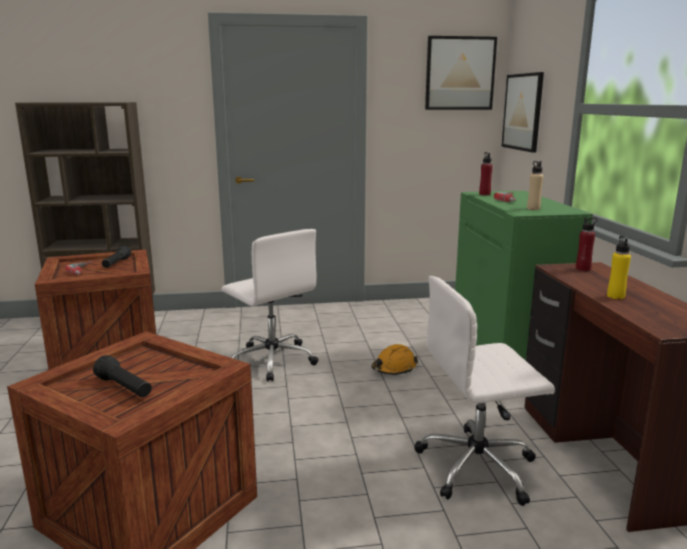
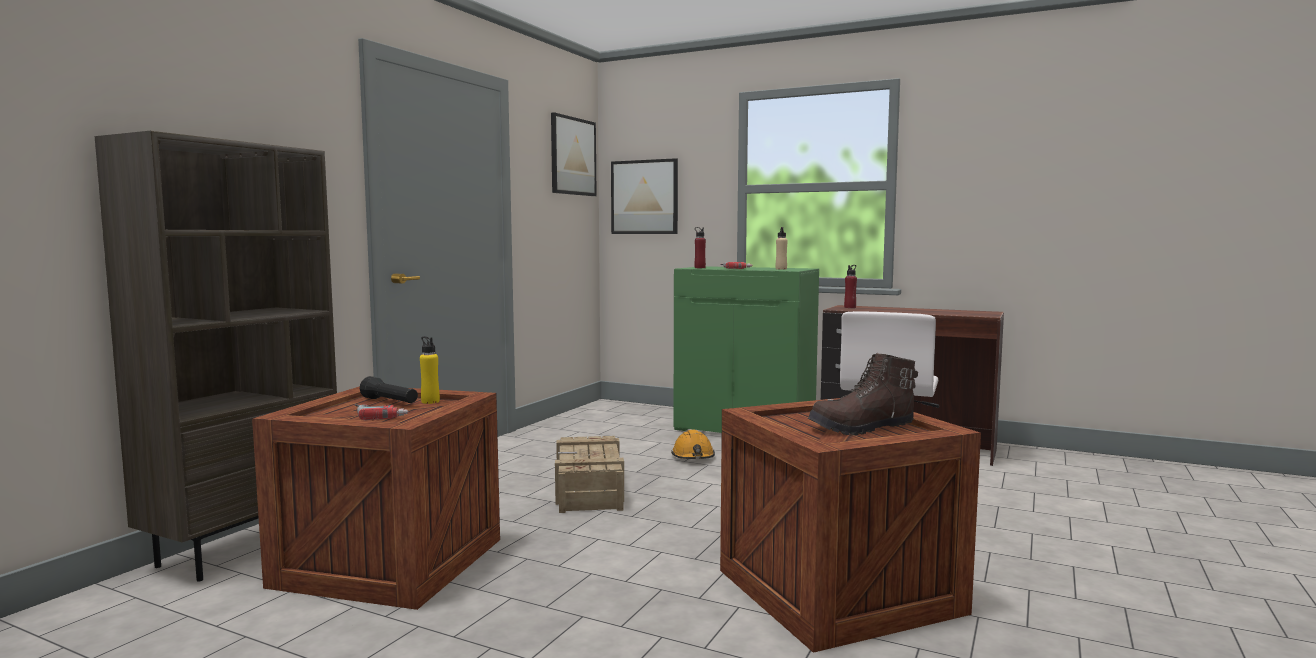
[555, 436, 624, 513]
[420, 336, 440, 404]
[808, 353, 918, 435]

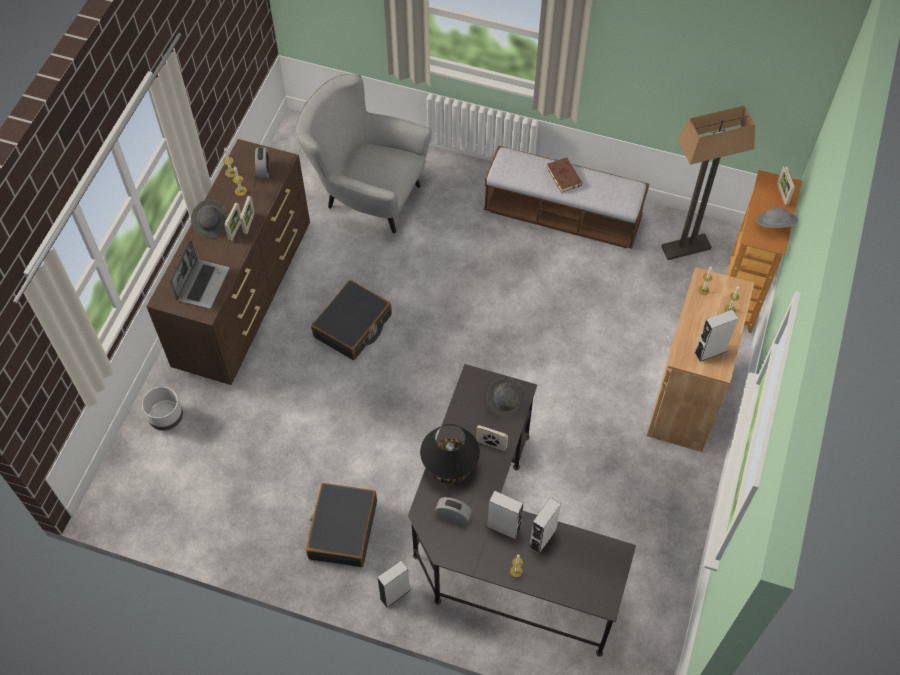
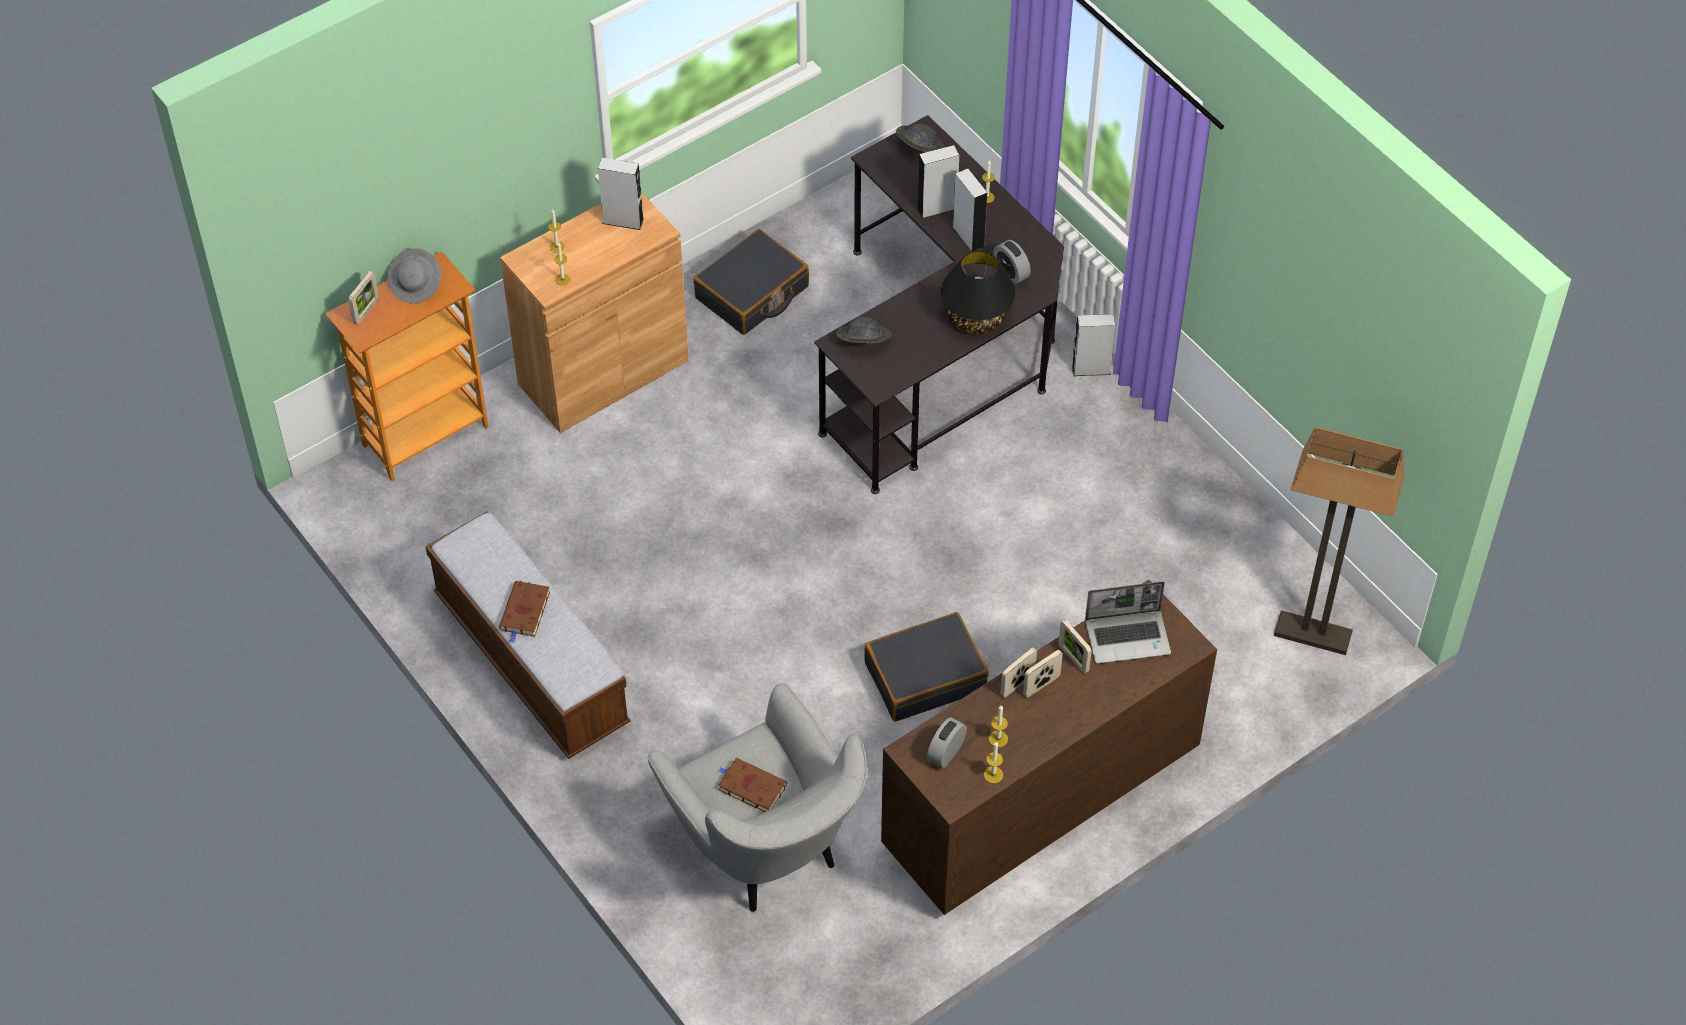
[1274, 427, 1404, 655]
[896, 124, 944, 152]
[1085, 581, 1171, 664]
[142, 387, 183, 431] (first image)
[1058, 619, 1092, 674]
[693, 229, 809, 335]
[718, 758, 787, 812]

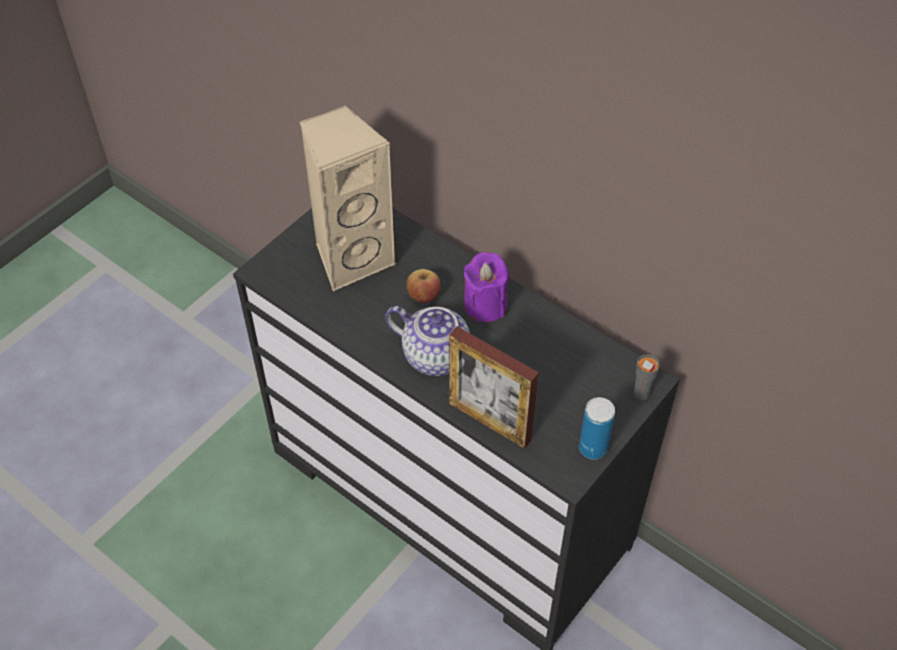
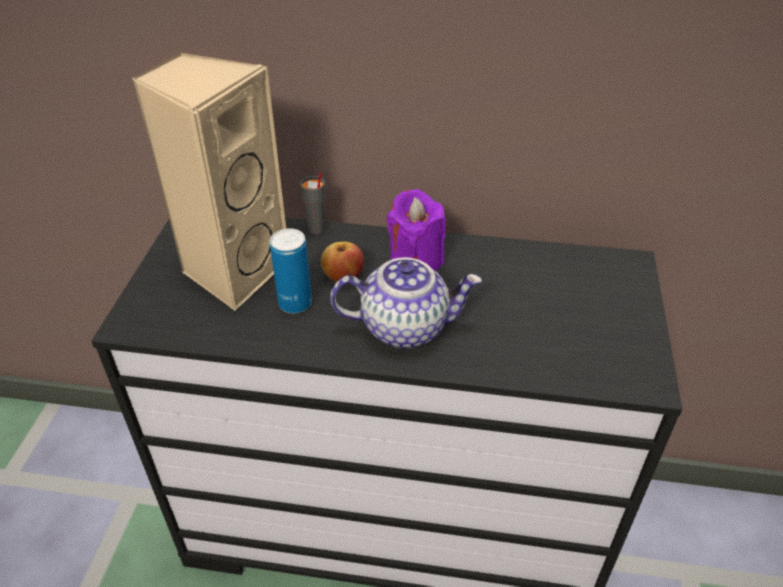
[449, 326, 539, 449] (first image)
[300, 173, 325, 234]
[270, 228, 312, 313]

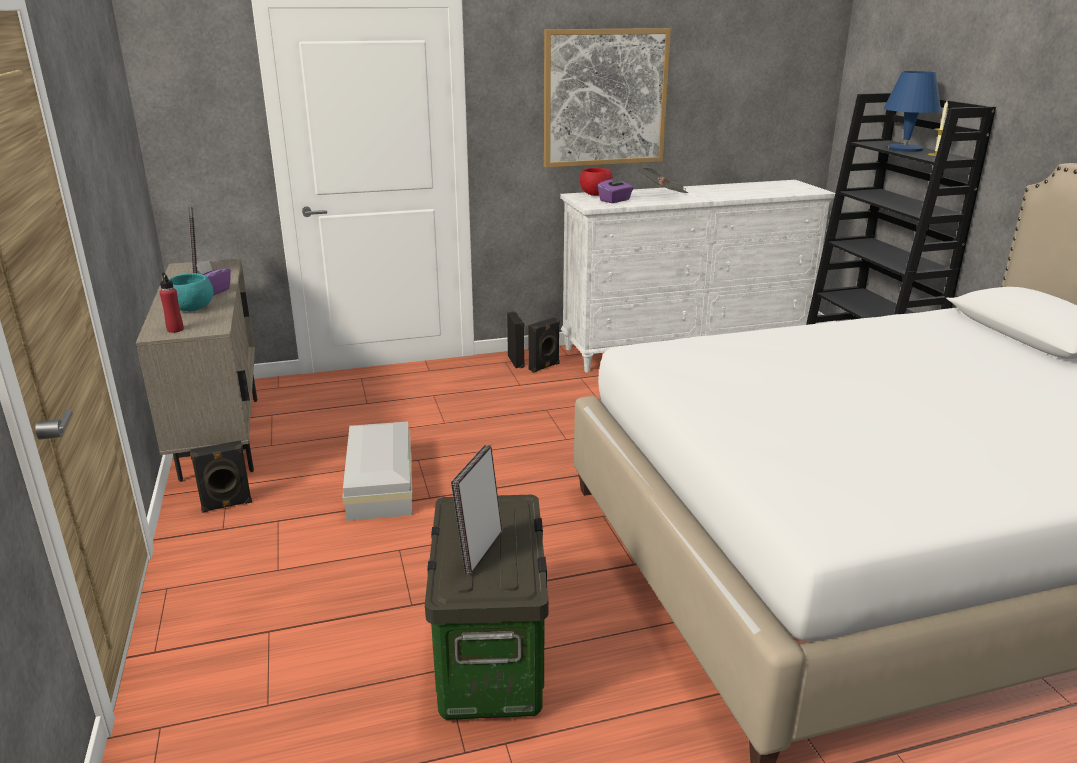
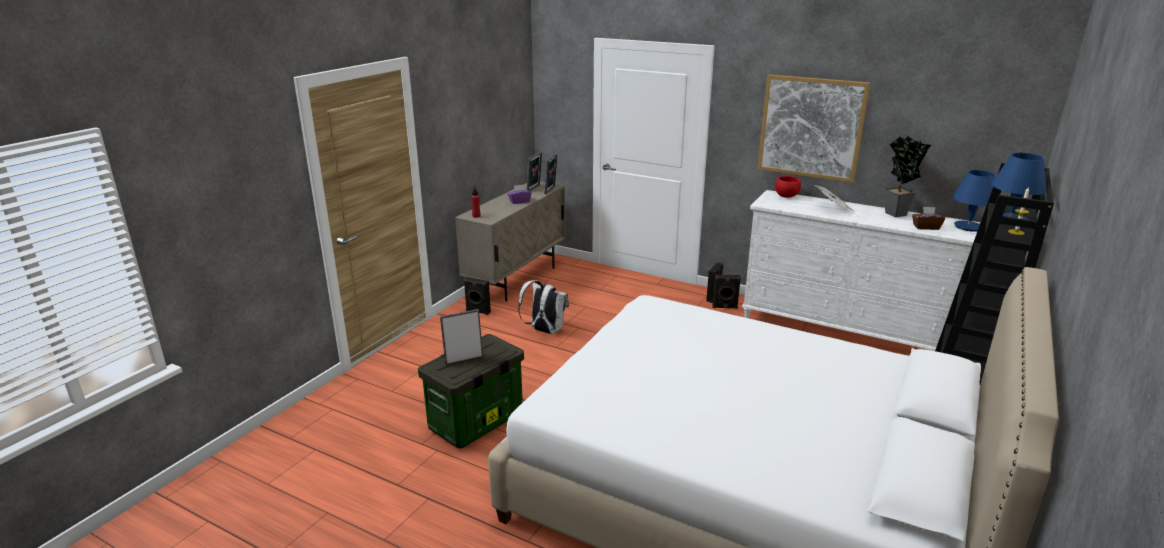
[598, 175, 633, 203] (first image)
[169, 273, 213, 311] (first image)
[518, 280, 569, 334]
[885, 136, 931, 217]
[544, 154, 557, 194]
[953, 170, 995, 232]
[912, 207, 945, 230]

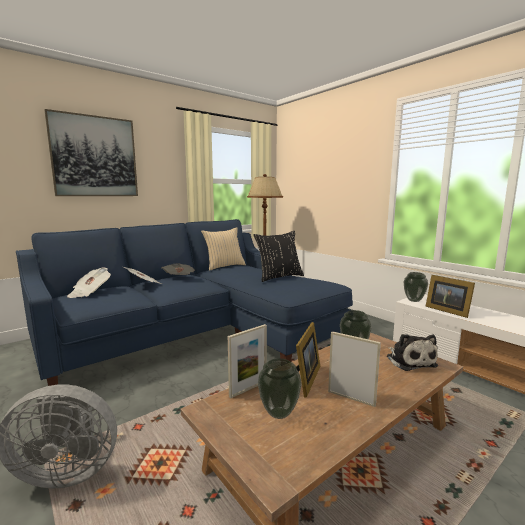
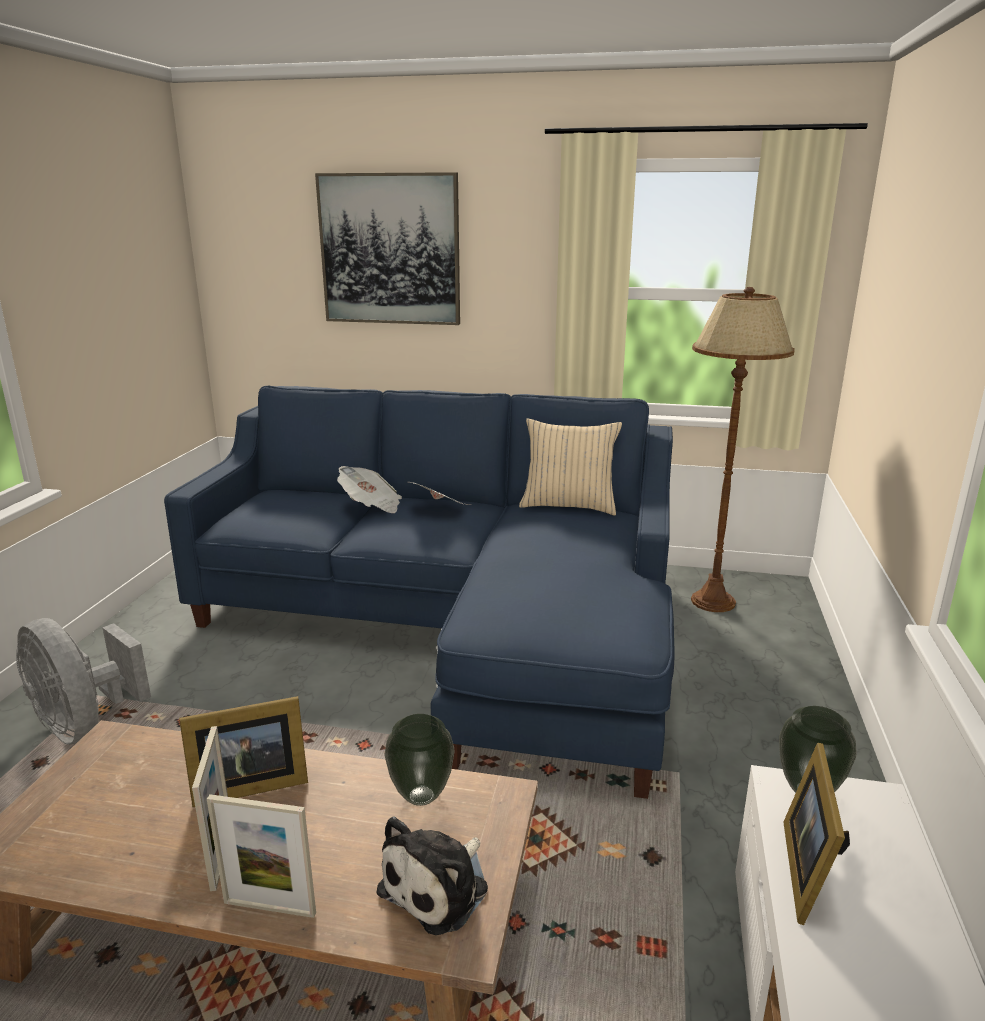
[253, 231, 304, 282] (first image)
[67, 267, 111, 298] (first image)
[207, 794, 316, 918]
[258, 358, 302, 419] (first image)

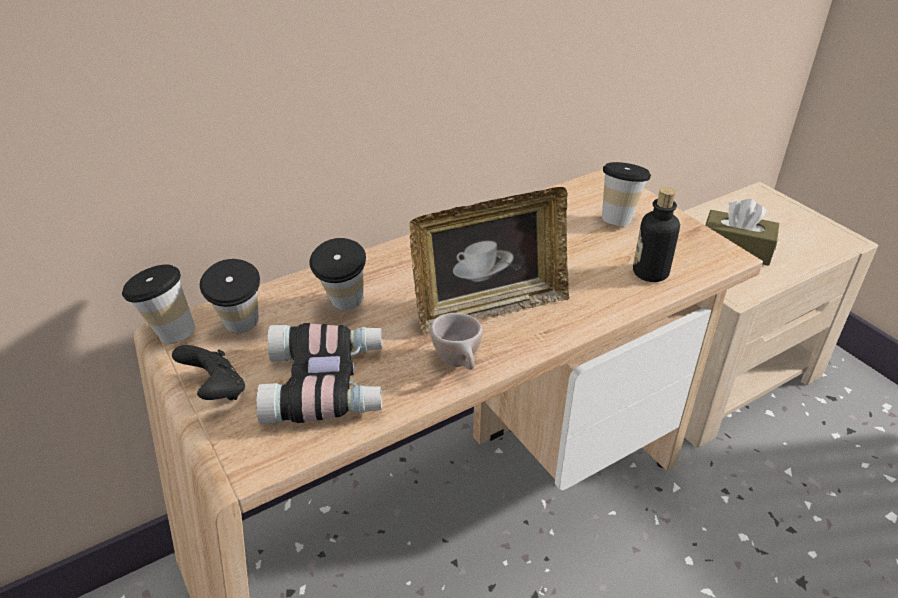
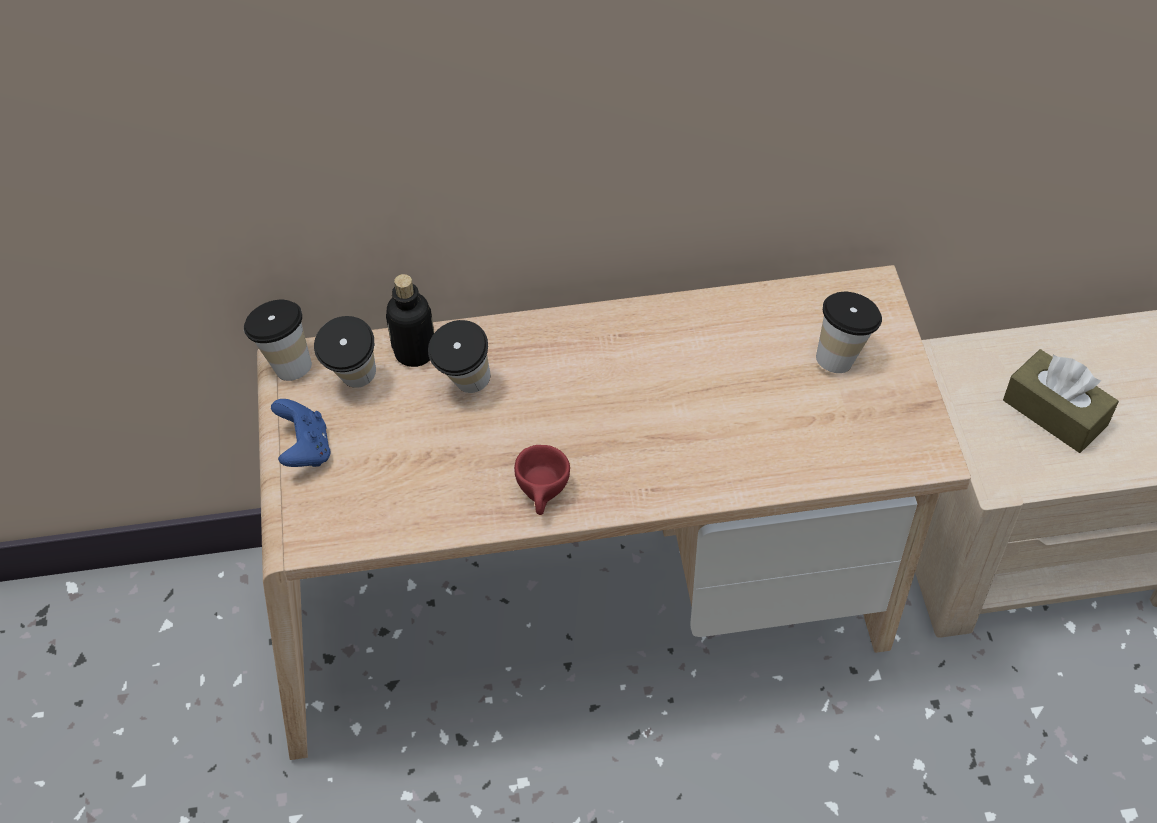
[410, 187, 569, 333] (first image)
[386, 274, 434, 367]
[514, 445, 570, 515]
[256, 323, 382, 424] (first image)
[271, 399, 331, 467]

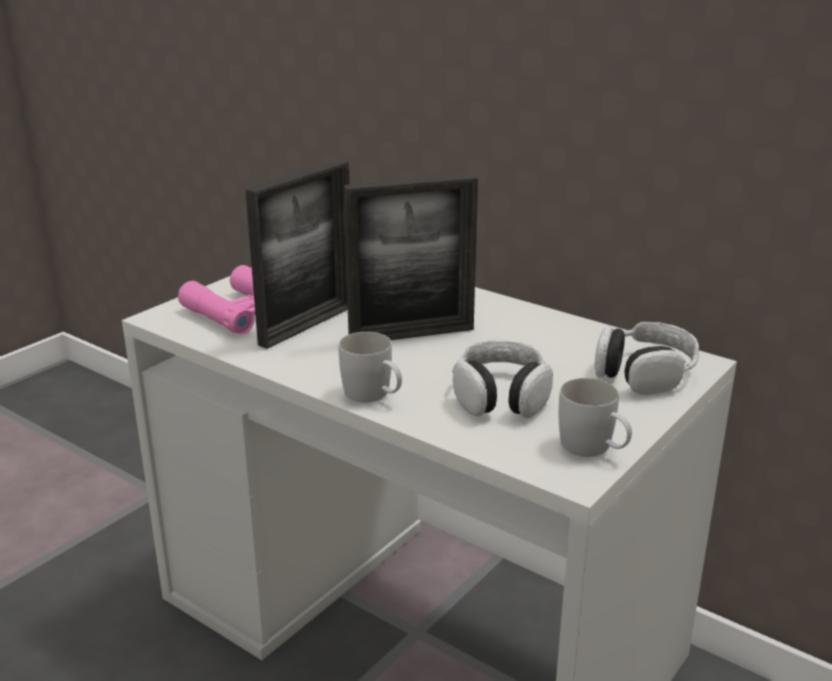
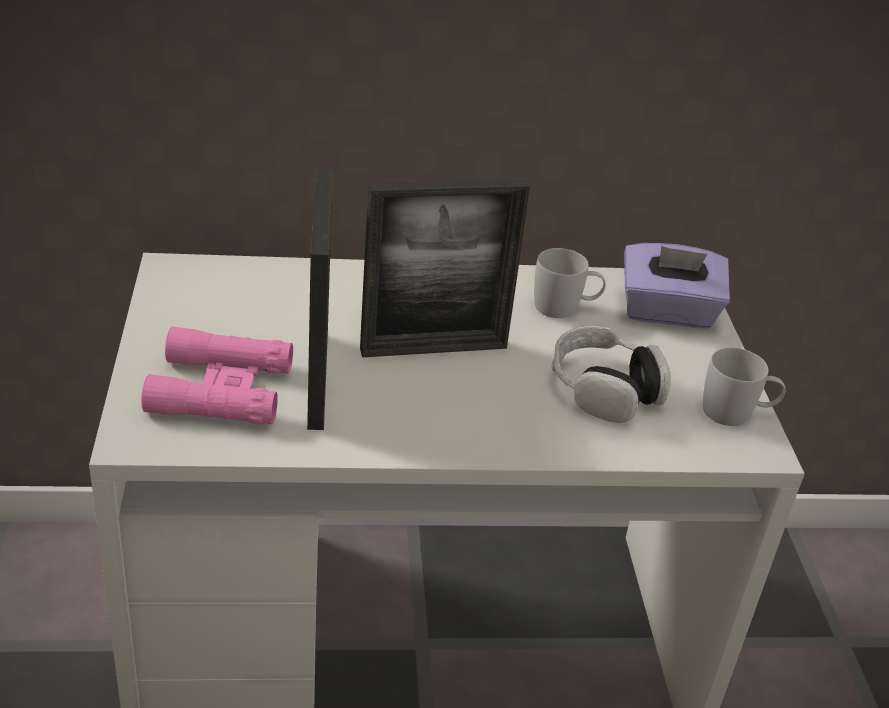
[360, 178, 530, 357]
[624, 243, 730, 329]
[534, 248, 606, 318]

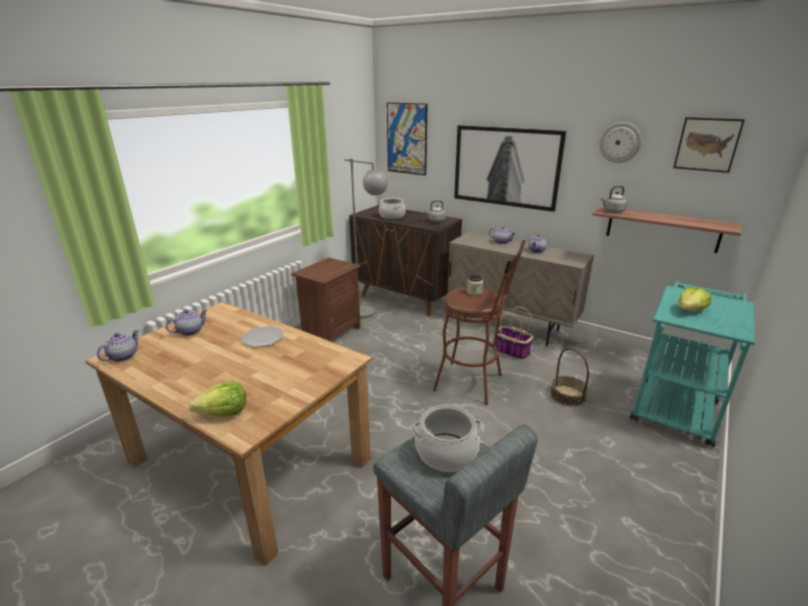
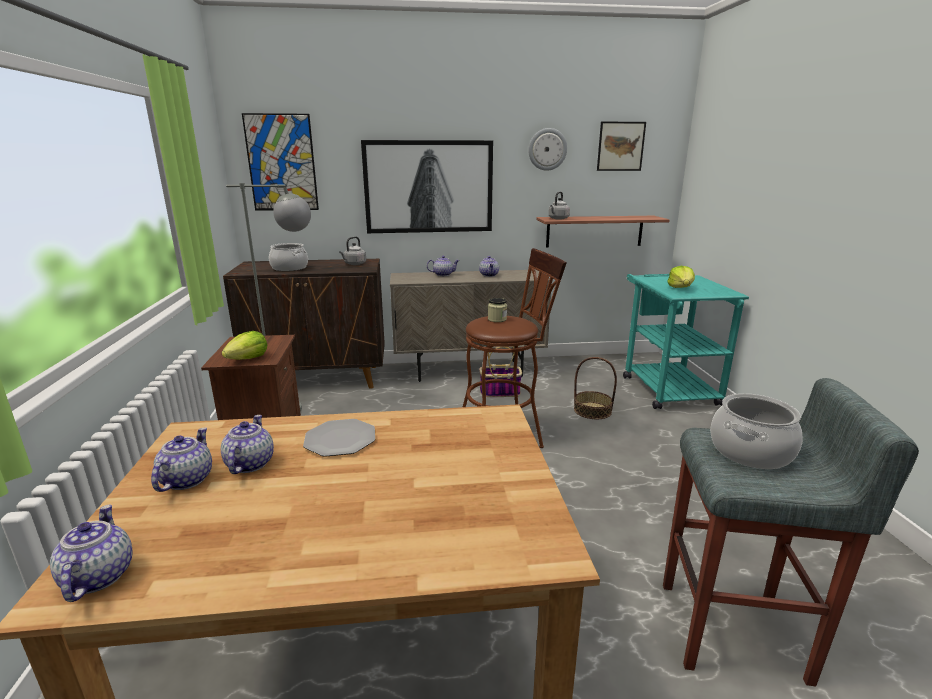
[221, 331, 267, 360]
[221, 415, 274, 474]

